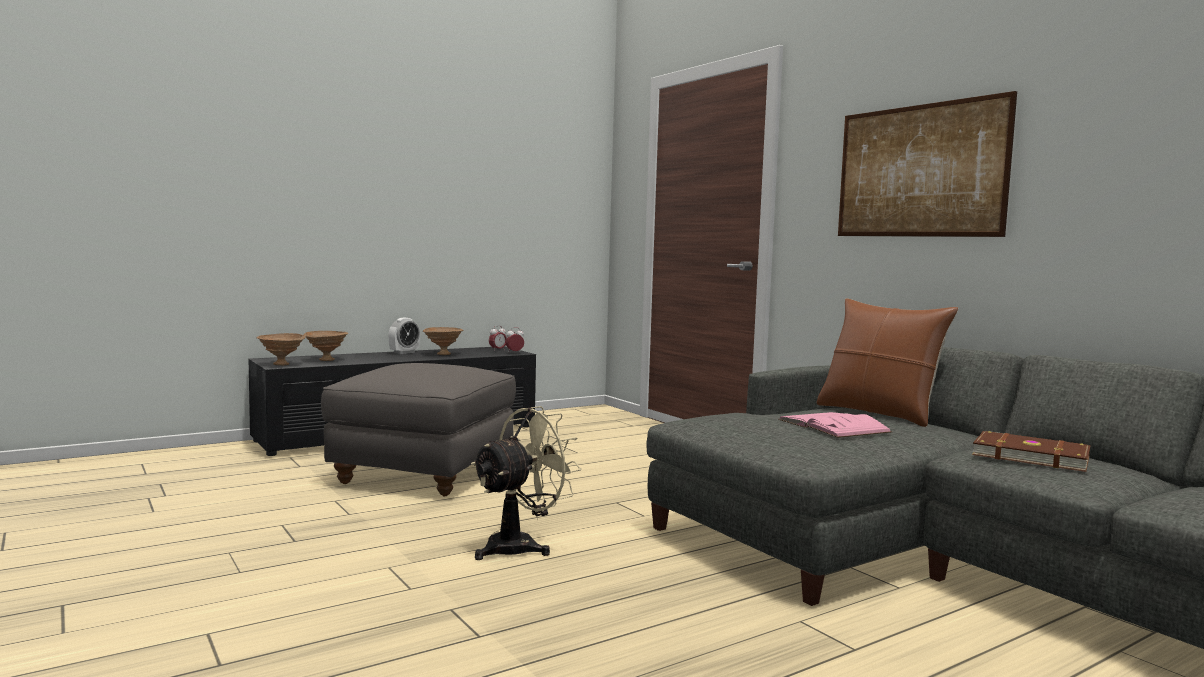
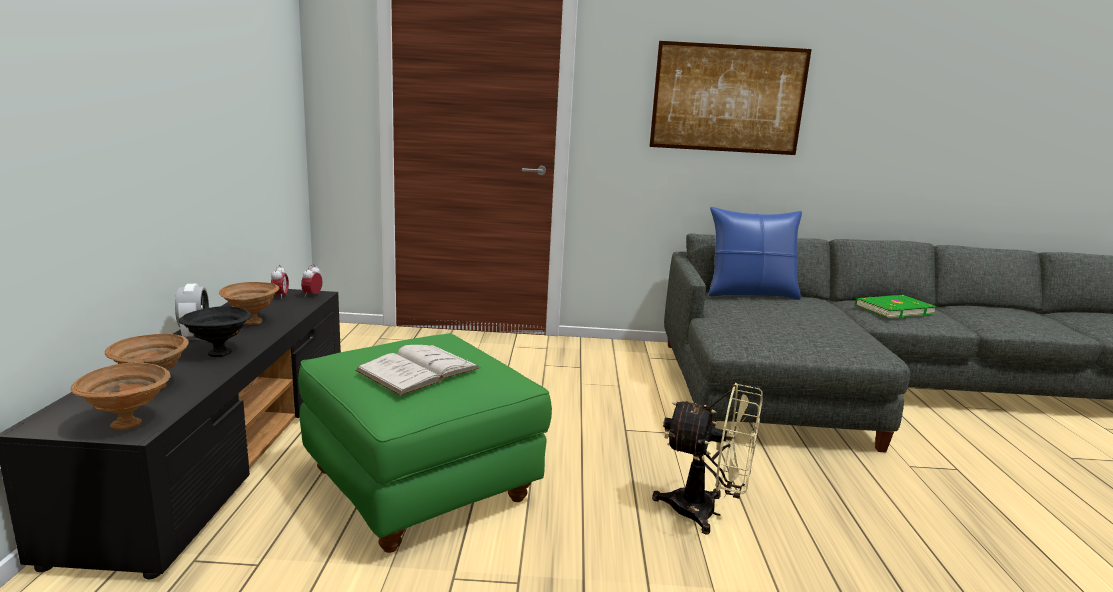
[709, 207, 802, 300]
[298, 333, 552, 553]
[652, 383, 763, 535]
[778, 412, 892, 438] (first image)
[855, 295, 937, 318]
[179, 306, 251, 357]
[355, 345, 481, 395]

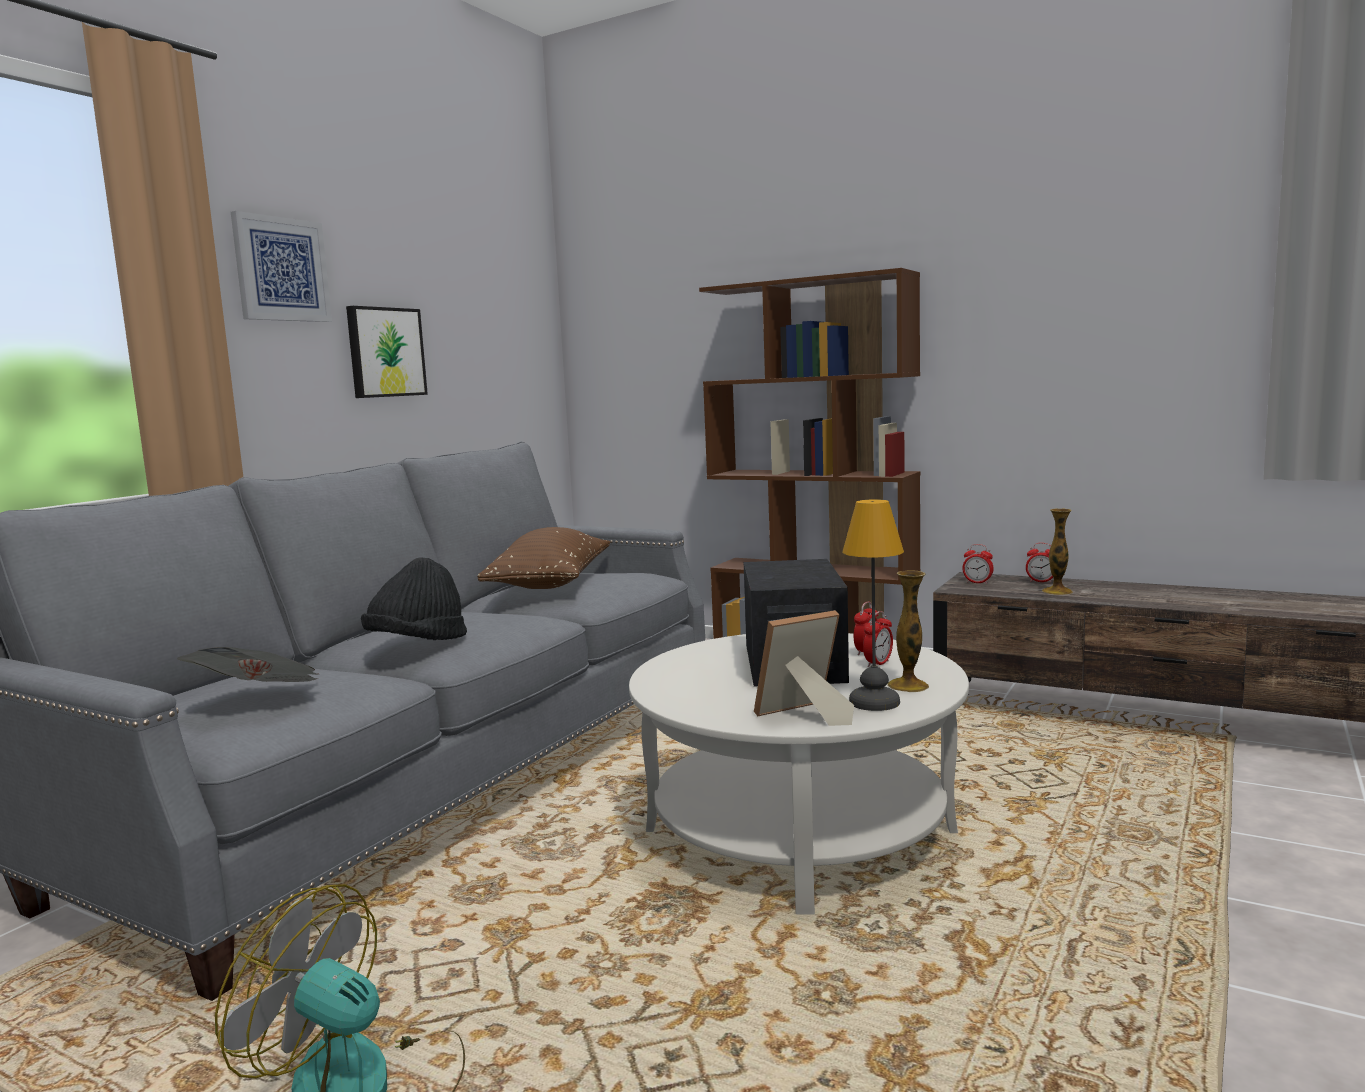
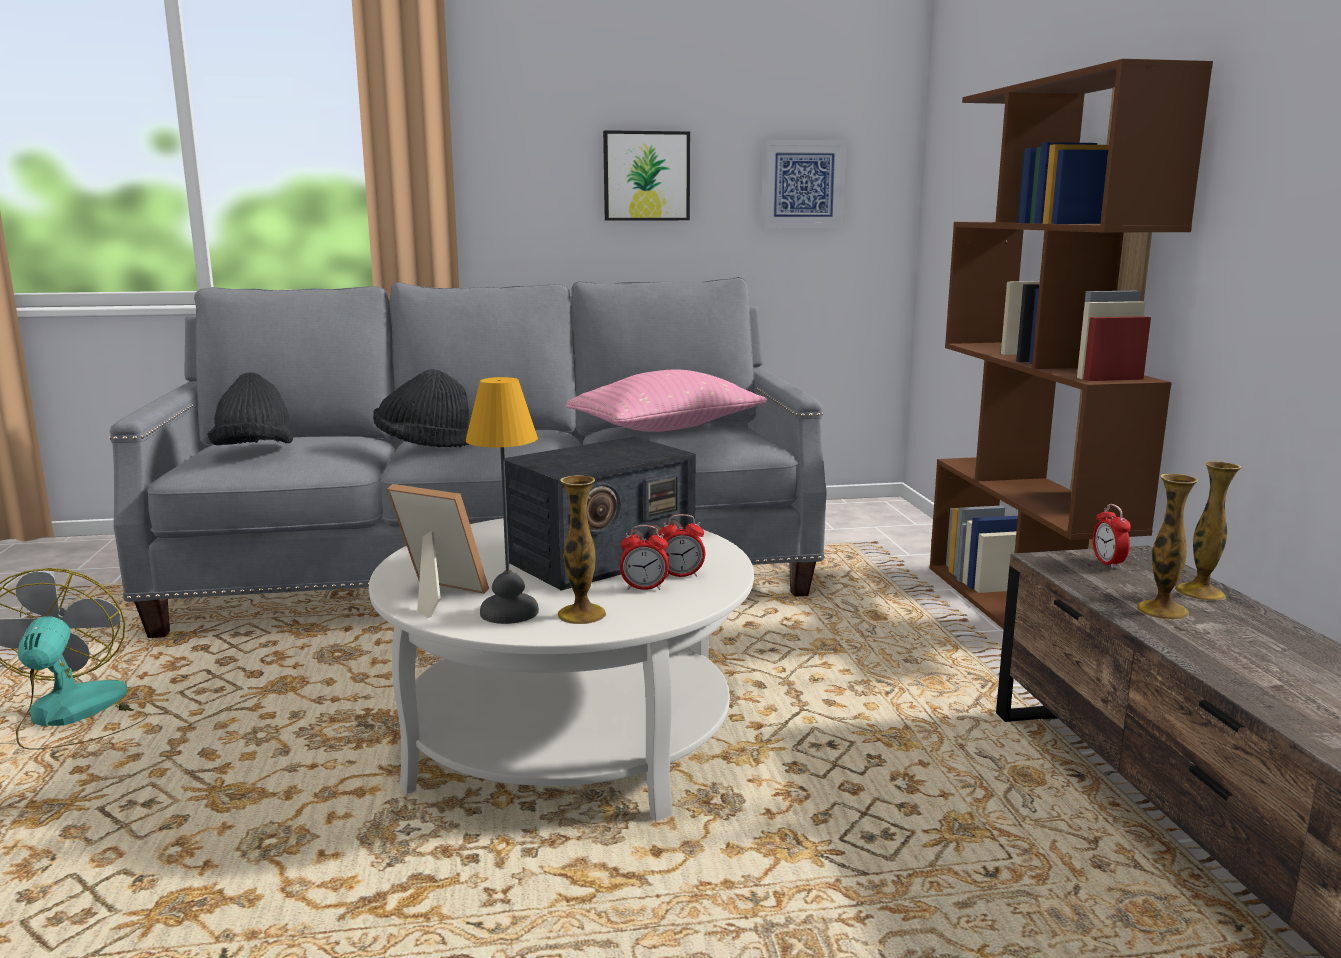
[761, 140, 847, 228]
[566, 369, 767, 432]
[1174, 461, 1241, 601]
[208, 372, 293, 445]

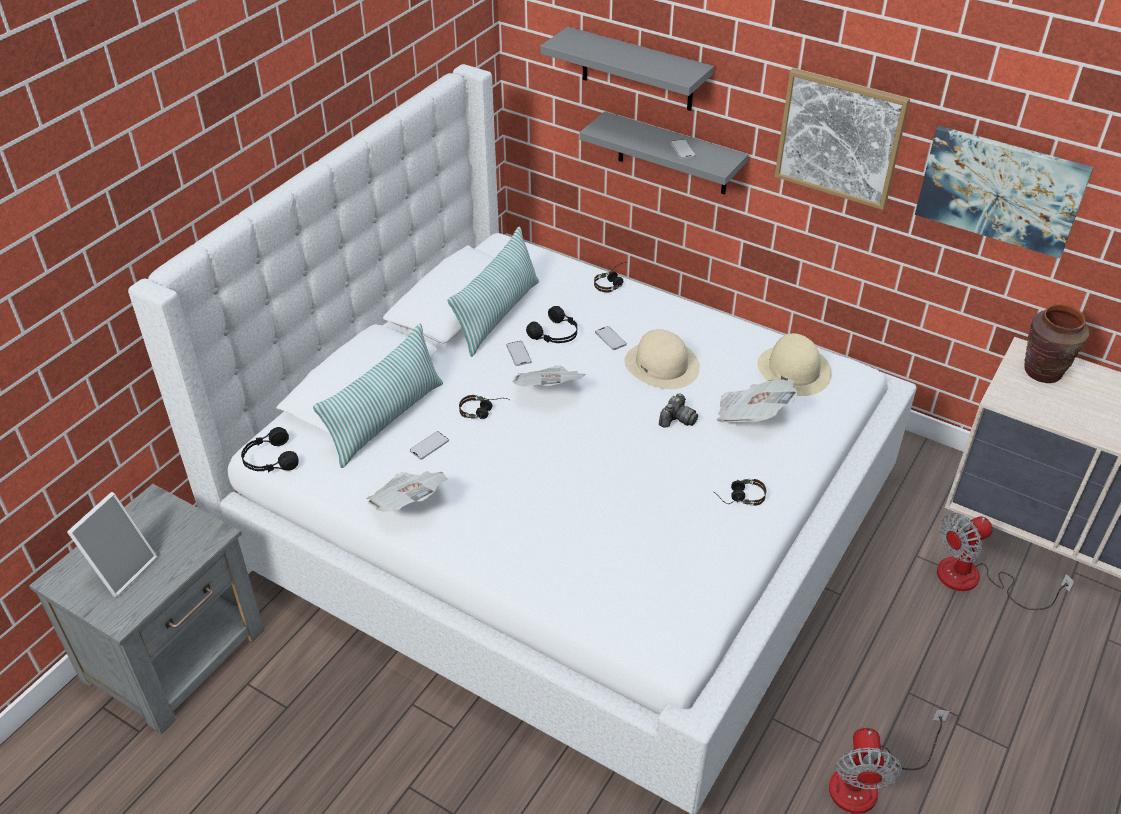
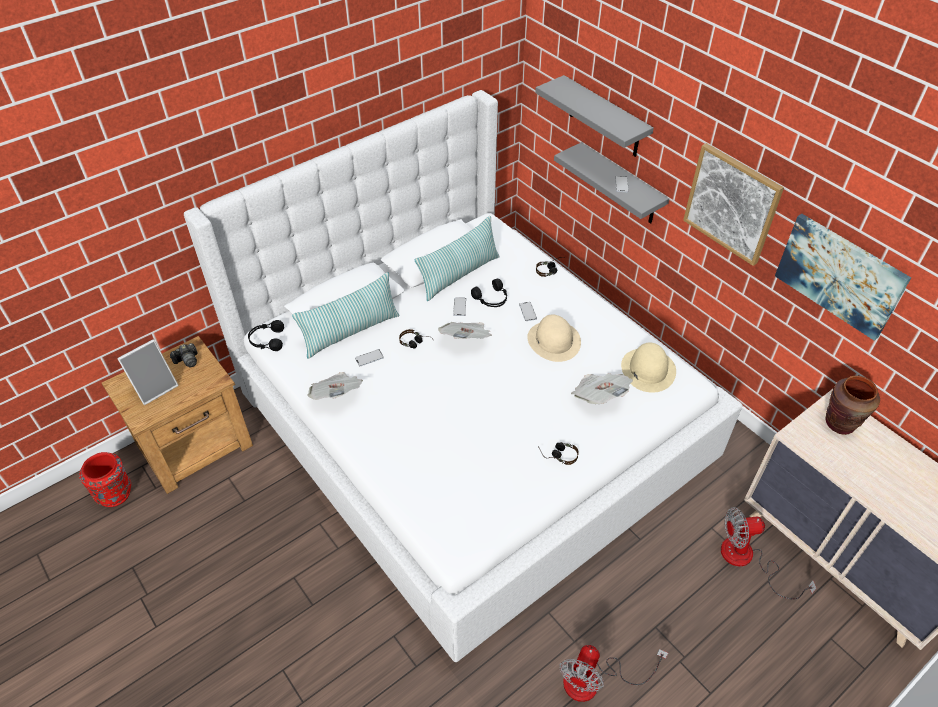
[170, 343, 198, 367]
[101, 336, 253, 494]
[79, 452, 131, 507]

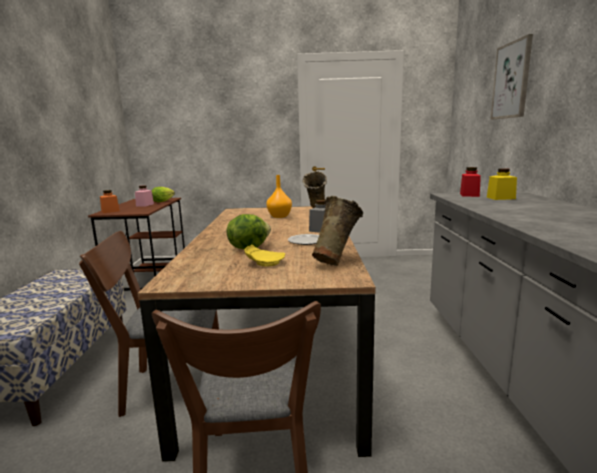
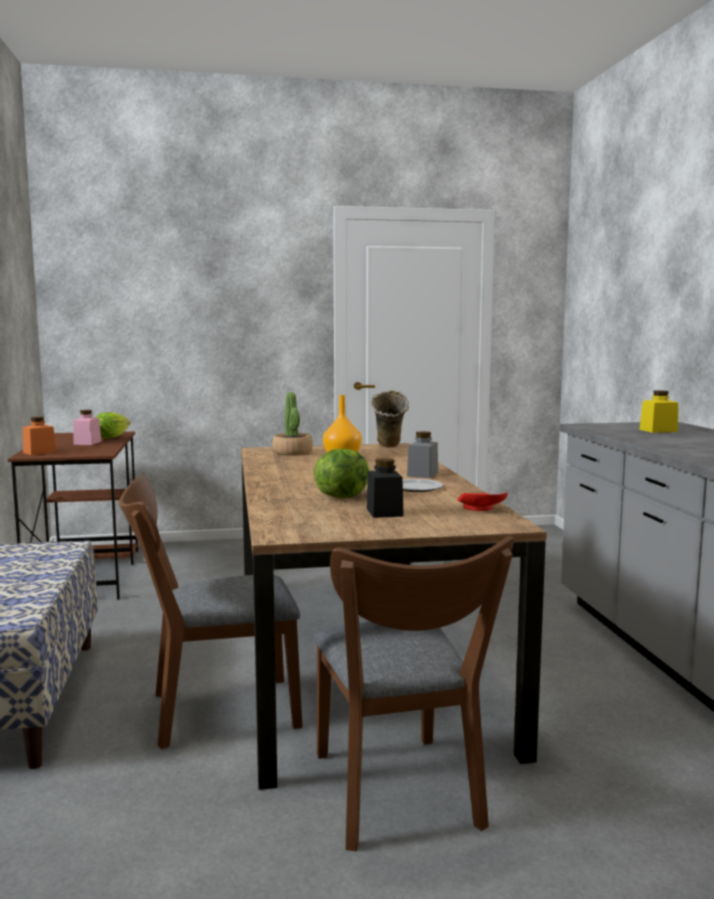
[491, 34, 533, 120] (first image)
[460, 167, 481, 197] (first image)
[457, 493, 508, 511]
[367, 458, 404, 518]
[272, 392, 313, 456]

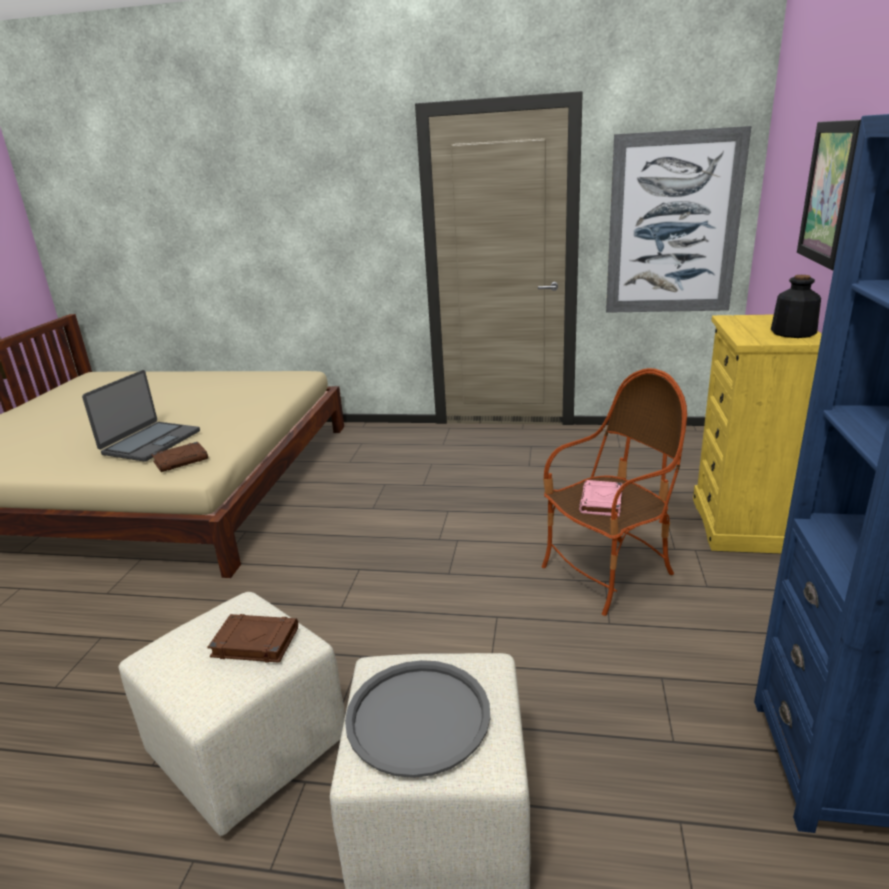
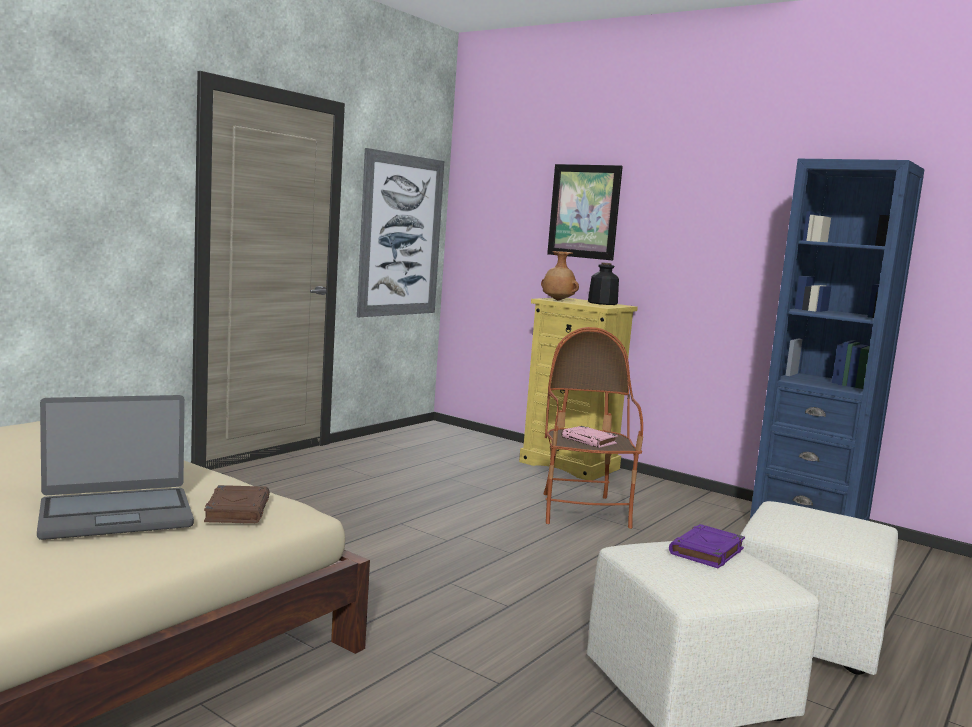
[37, 395, 194, 540]
[669, 524, 745, 568]
[345, 660, 490, 778] (first image)
[541, 251, 579, 301]

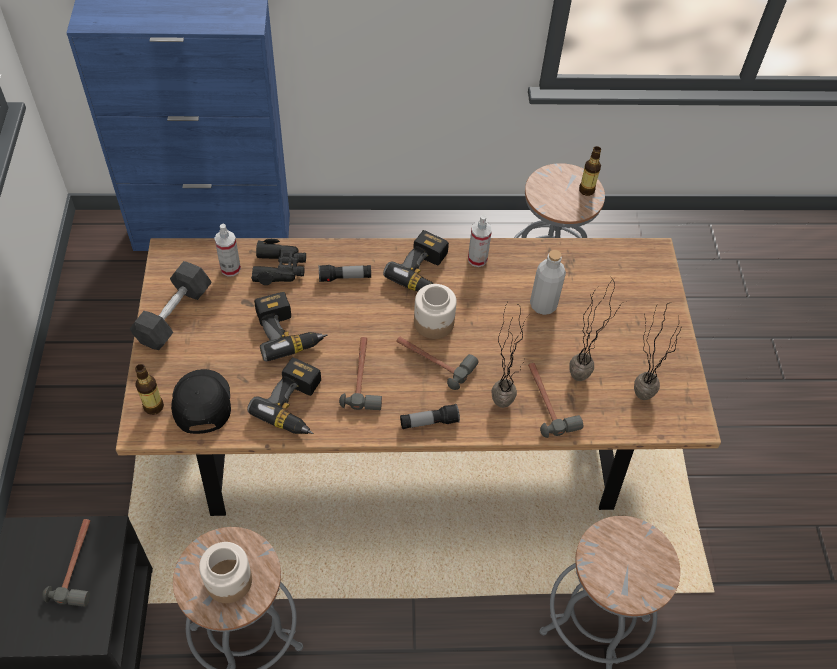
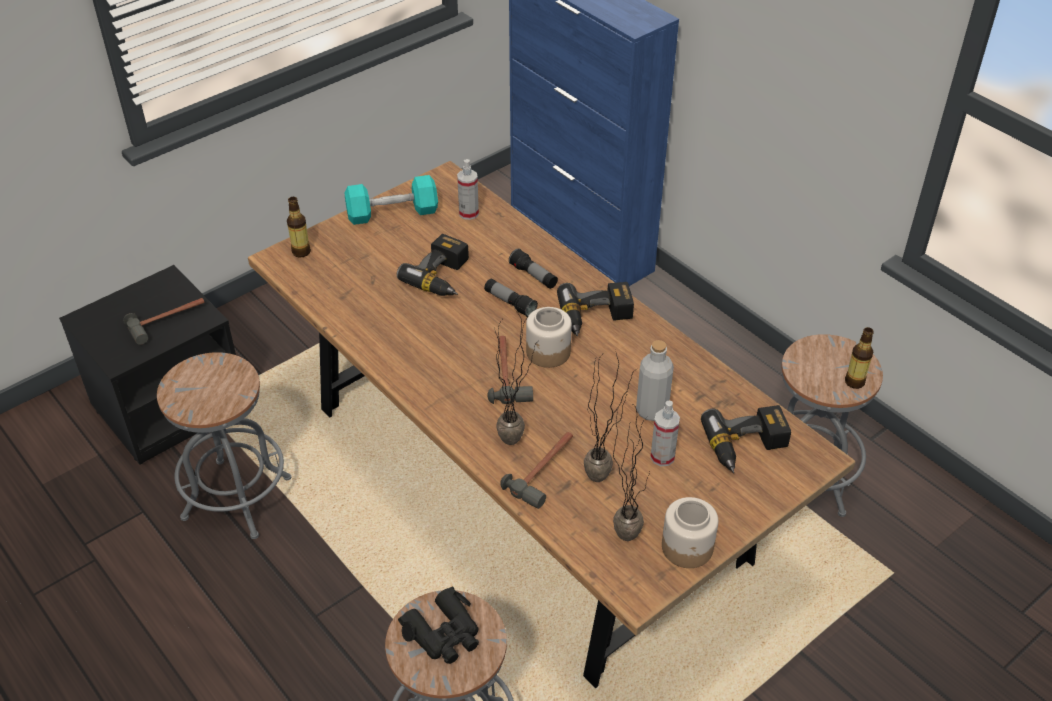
[650, 401, 680, 466]
[398, 587, 479, 664]
[345, 175, 438, 225]
[339, 337, 382, 410] (first image)
[701, 405, 791, 473]
[171, 369, 231, 434] (first image)
[484, 279, 538, 317]
[662, 497, 718, 568]

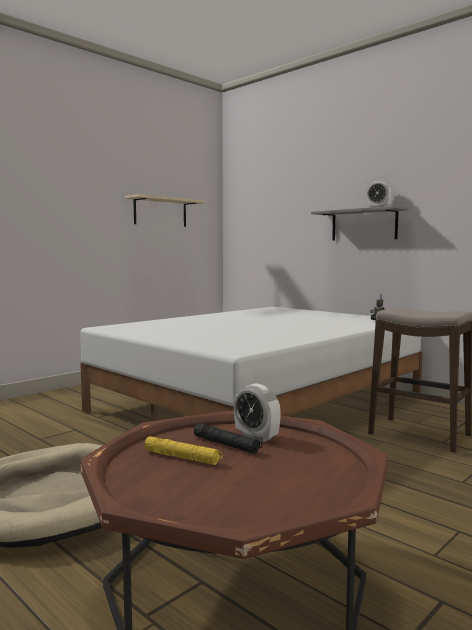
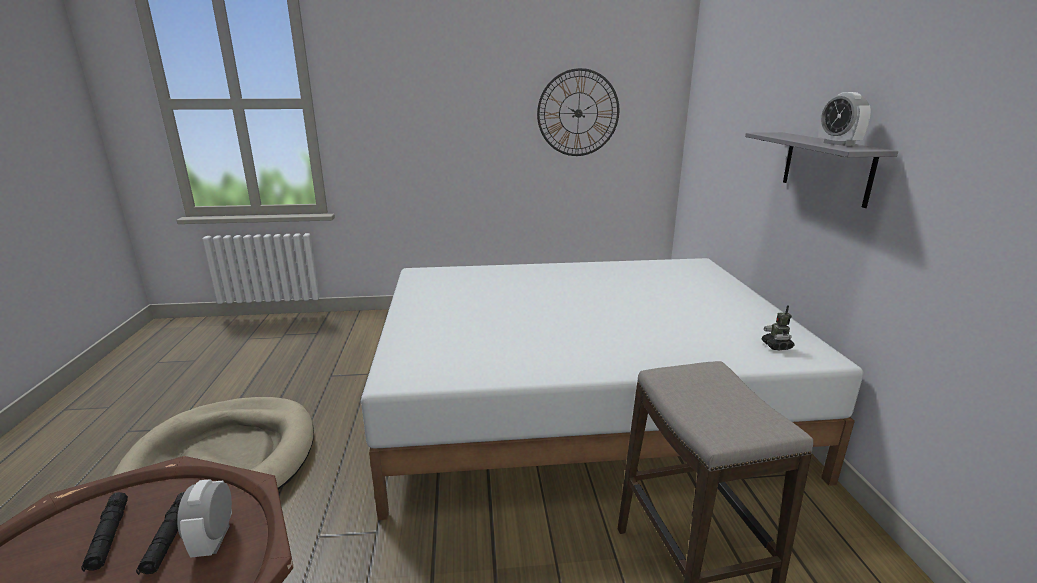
[537, 68, 619, 156]
[81, 492, 128, 572]

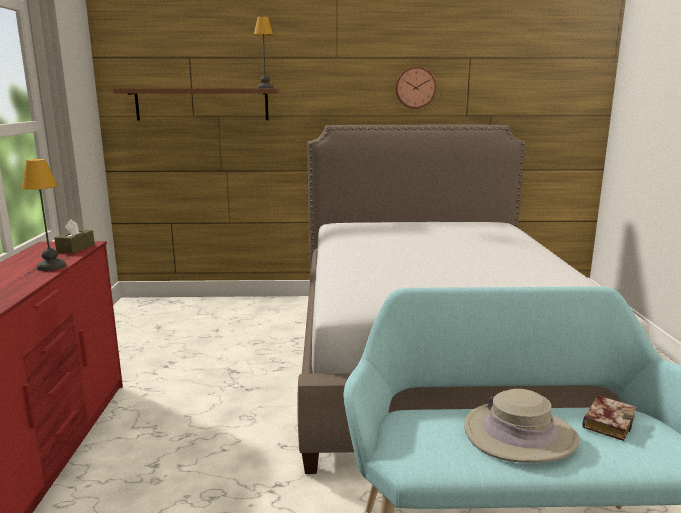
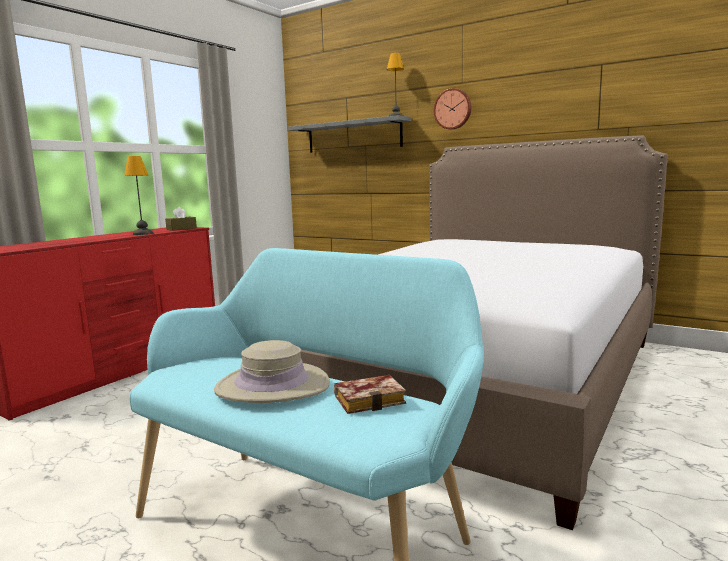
[434, 88, 471, 130]
[288, 115, 412, 153]

